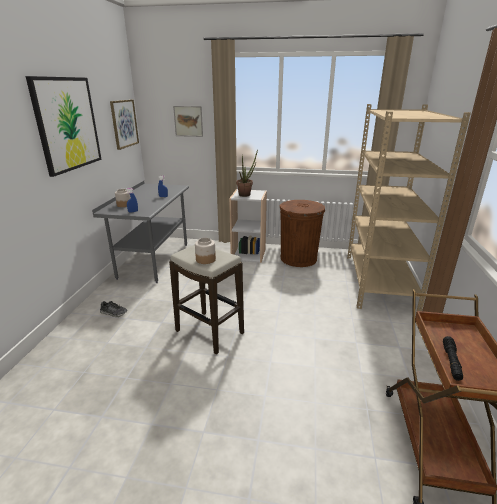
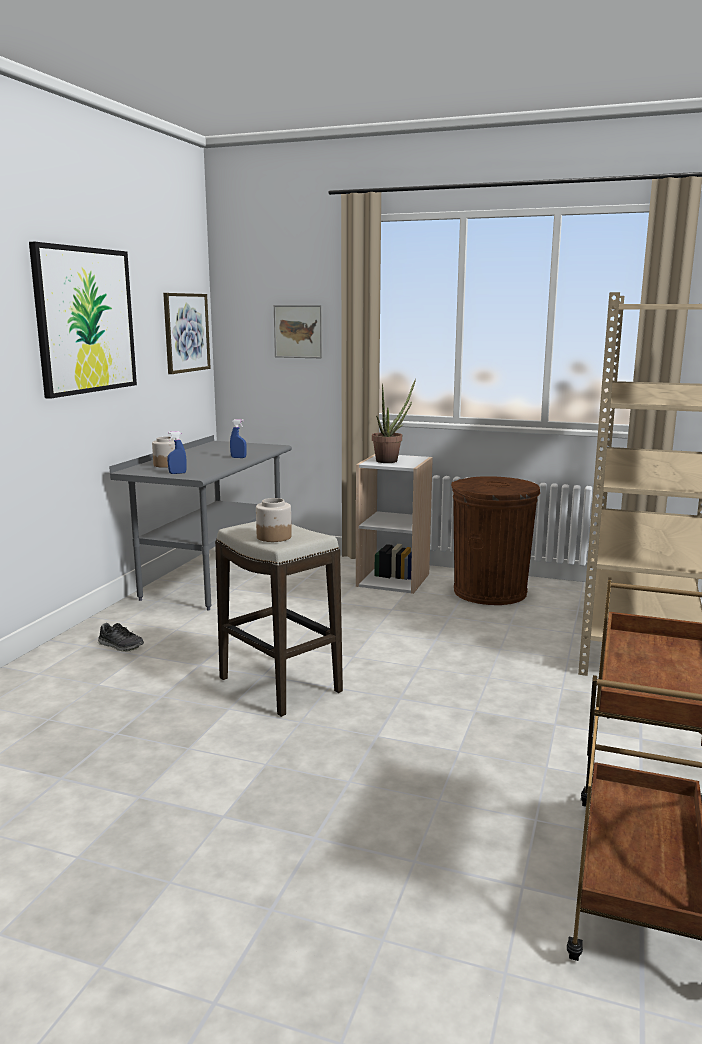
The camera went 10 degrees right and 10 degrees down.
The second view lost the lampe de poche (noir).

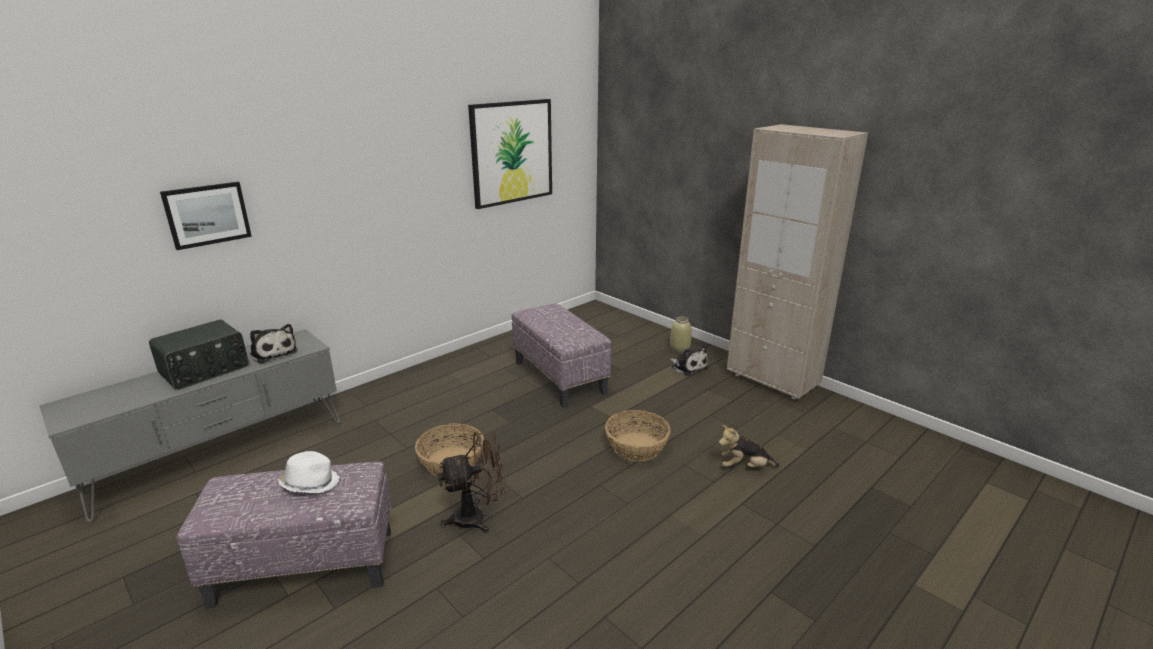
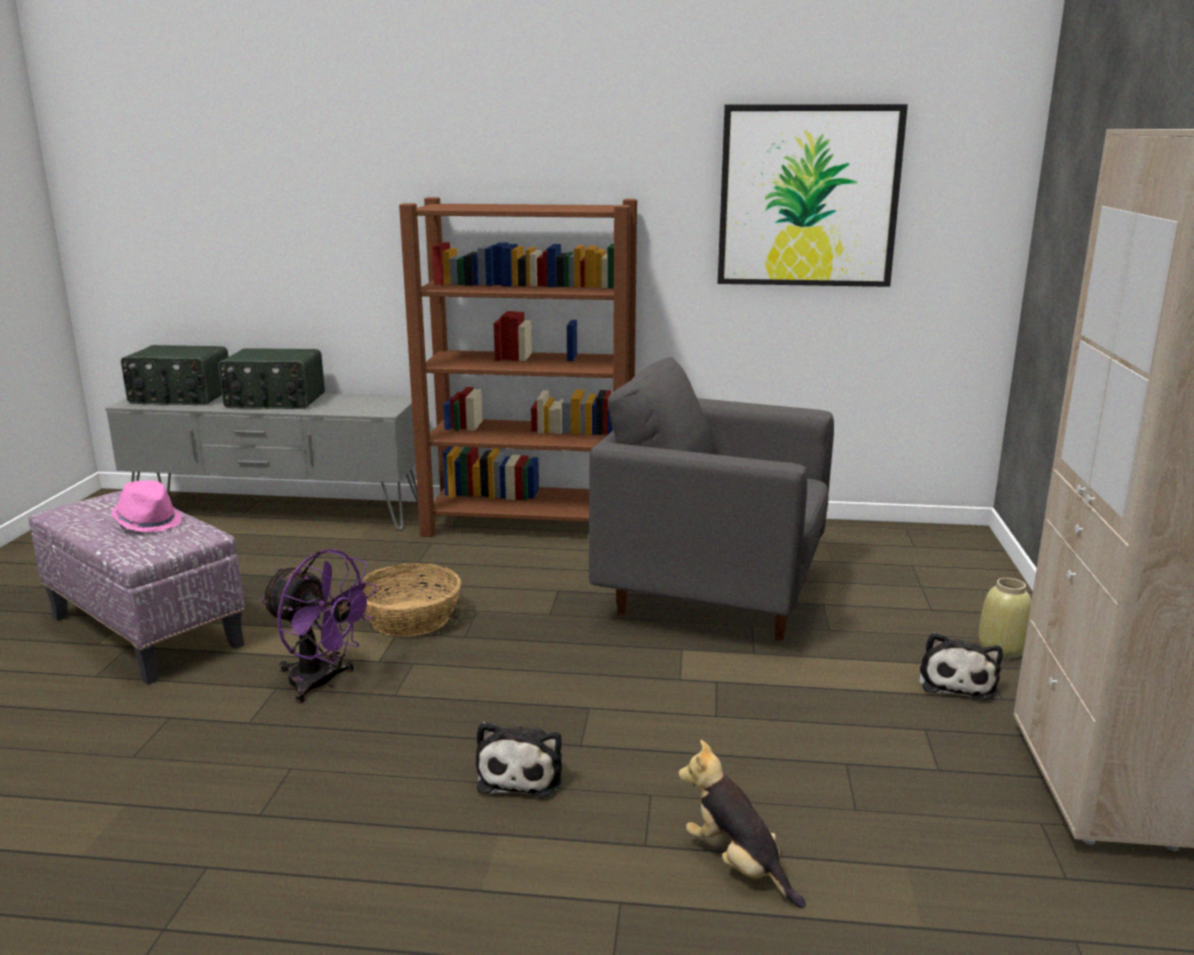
The camera went 50 degrees right and 5 degrees down.
The second view lost the tableau (1st from left).
Where the pouf (2nd from left) stood, the fauteuil (gris) came to stand.
The peluche (1st from left) ended up elsewhere.
The second view lost the panier (2nd from left).
What was the ventilateur (marron) turned into the ventilateur (violet).
What was the chapeau (blanc) turned into the chapeau (rose).
The second view gained the bibliothèque (marron).
The second view gained the radio (1st from left).

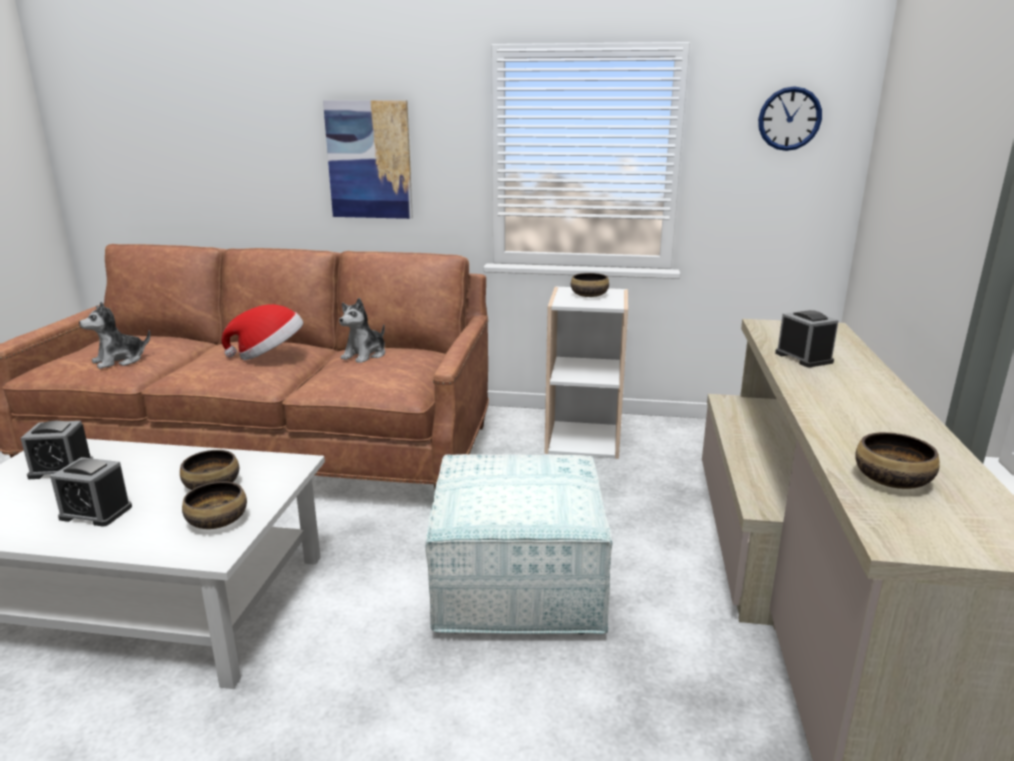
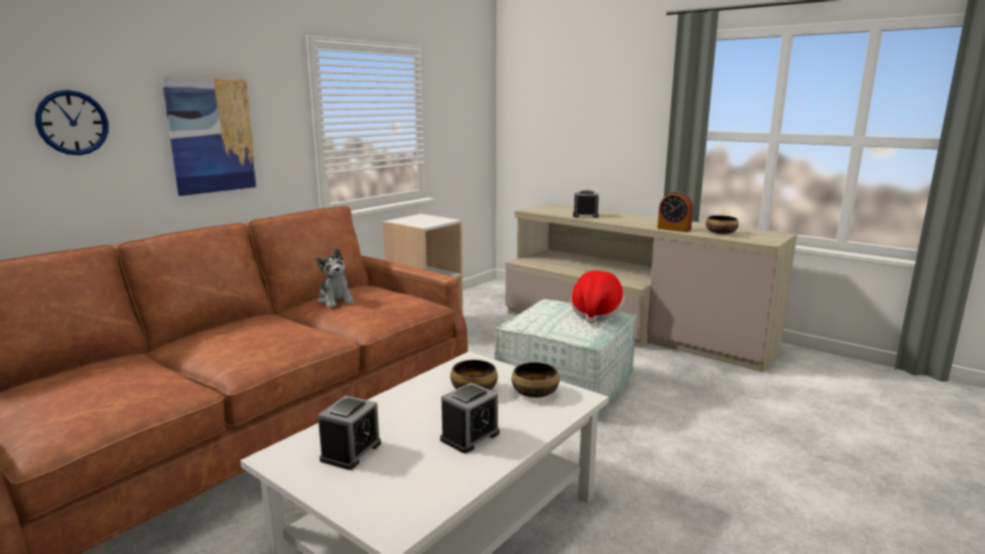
The camera went 60 degrees left and 5 degrees down.
The horloge murale ended up elsewhere.
The second view lost the bol (3rd from left).
The second view lost the peluche (1st from left).
The chapeau ended up elsewhere.
The second view gained the réveil (4th from left).

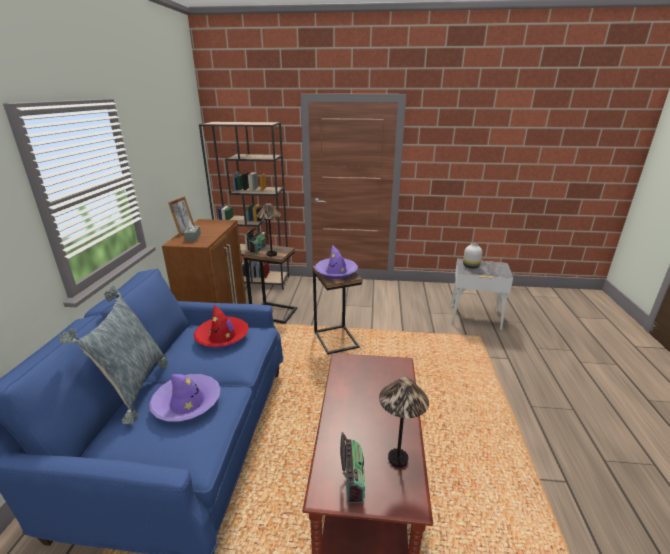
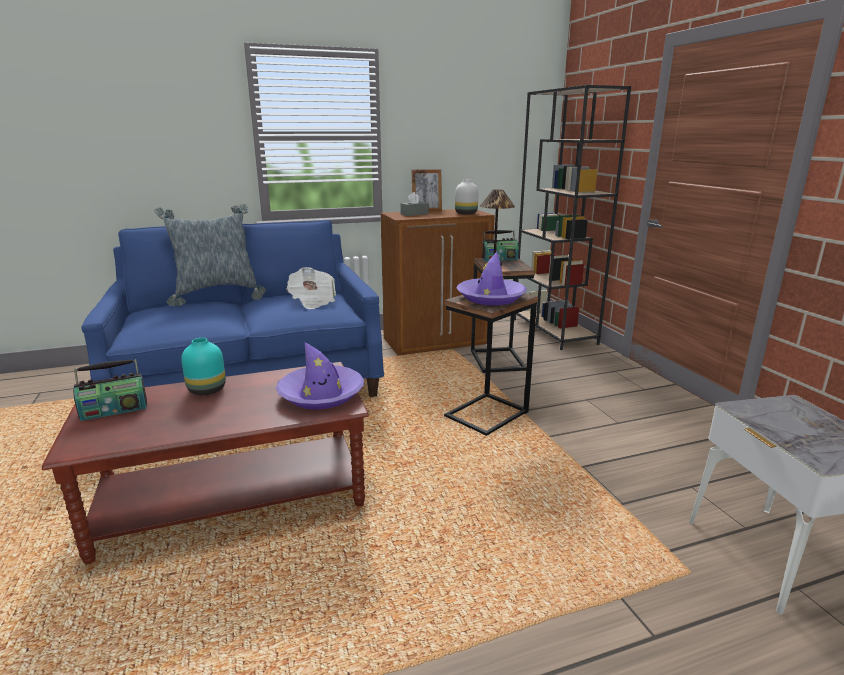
The camera went 65 degrees right and 5 degrees down.
The vase (blanc) ended up elsewhere.
Where the chapeau (rouge) stood, the journal came to stand.
The chapeau (violet) (1st from left) ended up elsewhere.
The second view lost the lampe de table (2nd from left).
The second view gained the vase (turquoise).

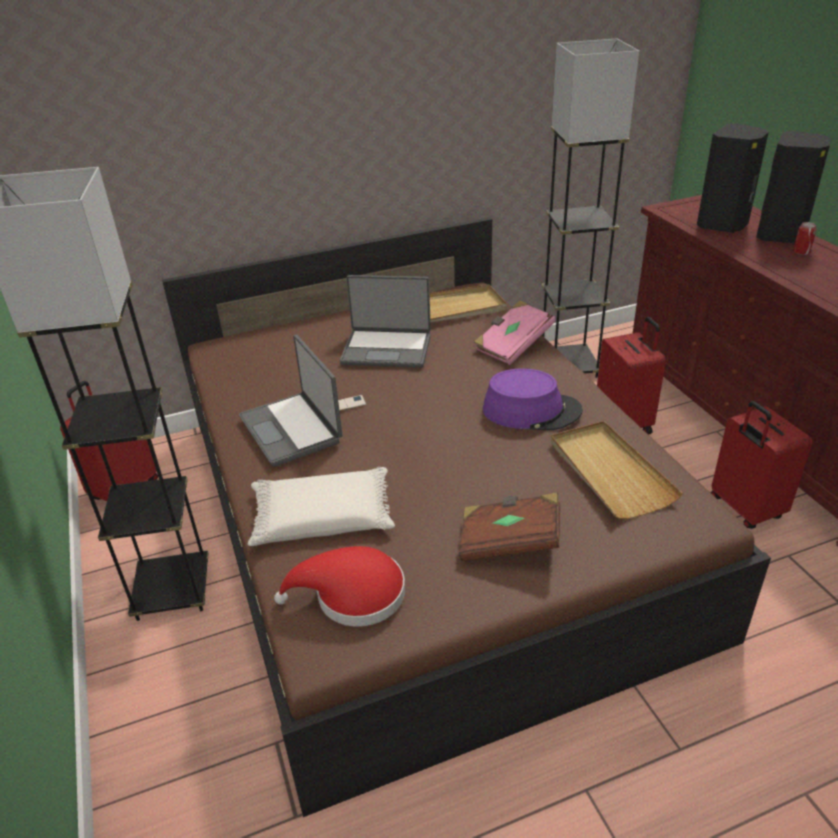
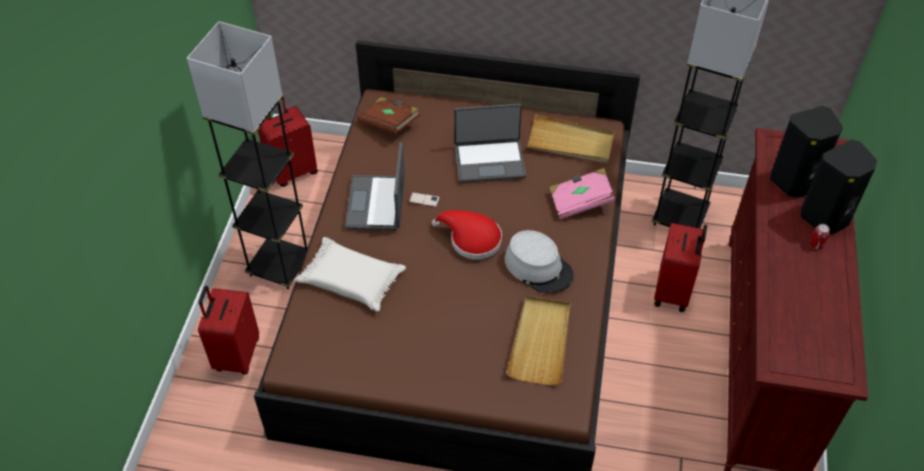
The camera went 30 degrees right and 15 degrees up.
The ordinateur portable (2nd from left) ended up facing another way, 45 degrees counterclockwise from before.
What was the chapeau (violet) turned into the chapeau (gris).
The valise (rouge) (3rd from left in the first image) ended up elsewhere.
The livre (marron) ended up elsewhere.
The chapeau (rouge) ended up elsewhere.

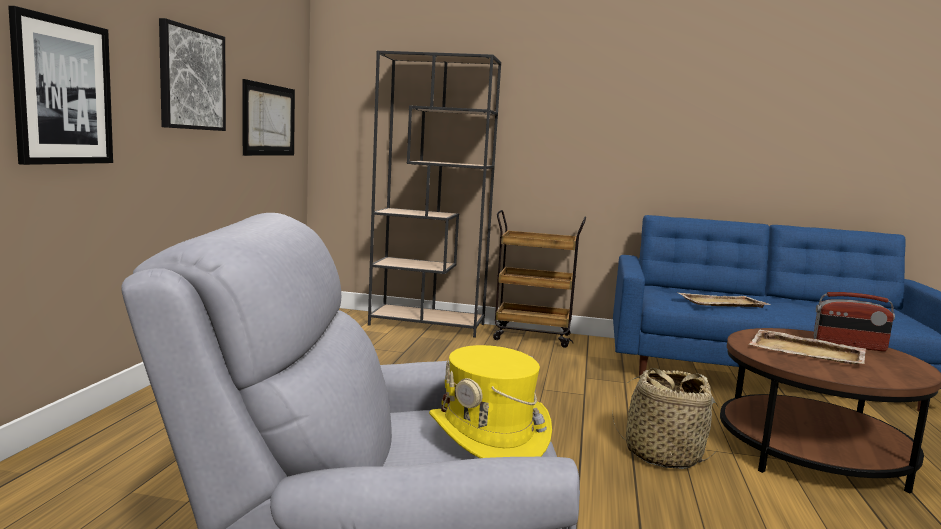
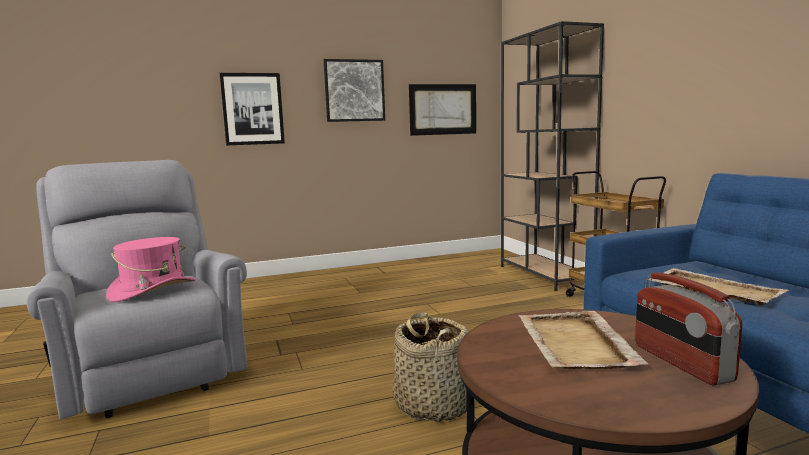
The camera went 60 degrees right and 0 degrees up.
What was the chapeau (jaune) turned into the chapeau (rose).

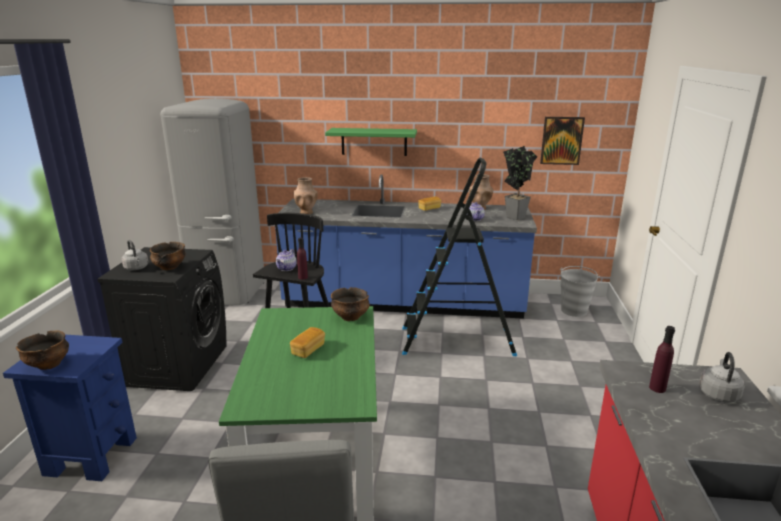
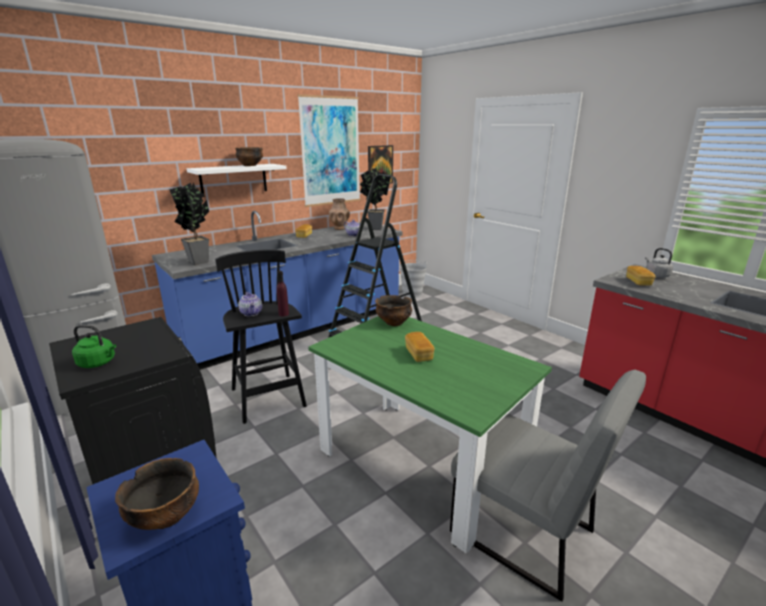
The camera went 45 degrees left and 0 degrees up.
What was the étagère (vert) turned into the étagère (blanc).
Where the vase (marron) (1st from left) stood, the plante en pot (1st from left) came to stand.
What was the bouilloire (gris) (1st from left) turned into the bouilloire (vert).
The bol (2nd from left) ended up elsewhere.
Where the bouteille (violet) (2nd from left) stood, the pain (3rd from left) came to stand.
The second view gained the tableau (1st from left).

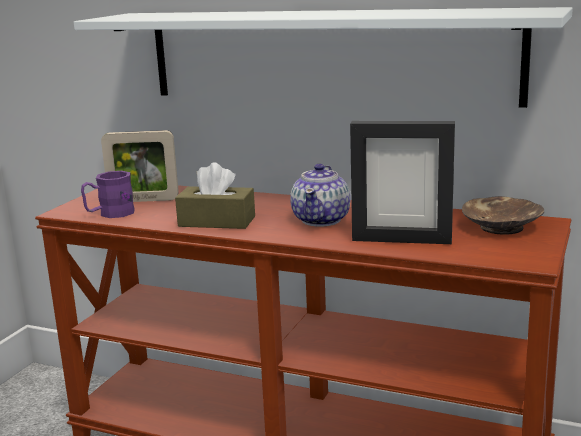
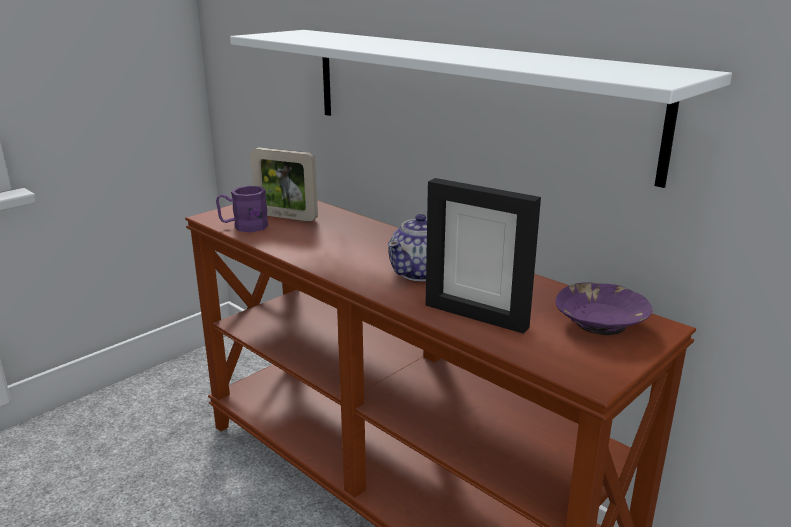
The camera went 20 degrees right and 5 degrees up.
The second view lost the boîte à mouchoirs (marron).
What was the bol (marron) turned into the bol (violet).

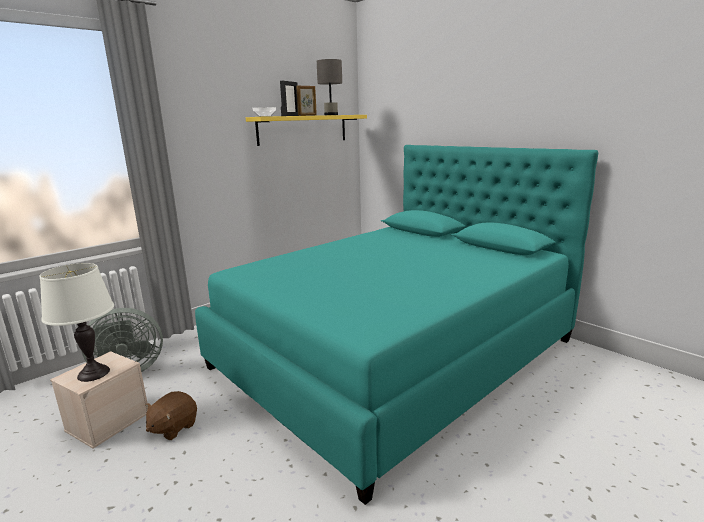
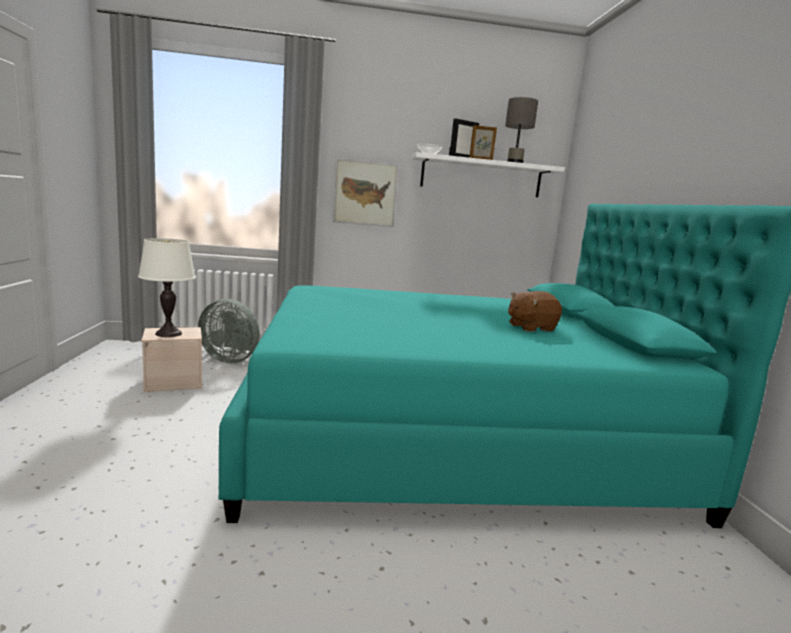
The camera went 35 degrees right and 5 degrees down.
What was the étagère (jaune) turned into the étagère (blanc).
The peluche (marron) ended up elsewhere.
The second view gained the tableau.

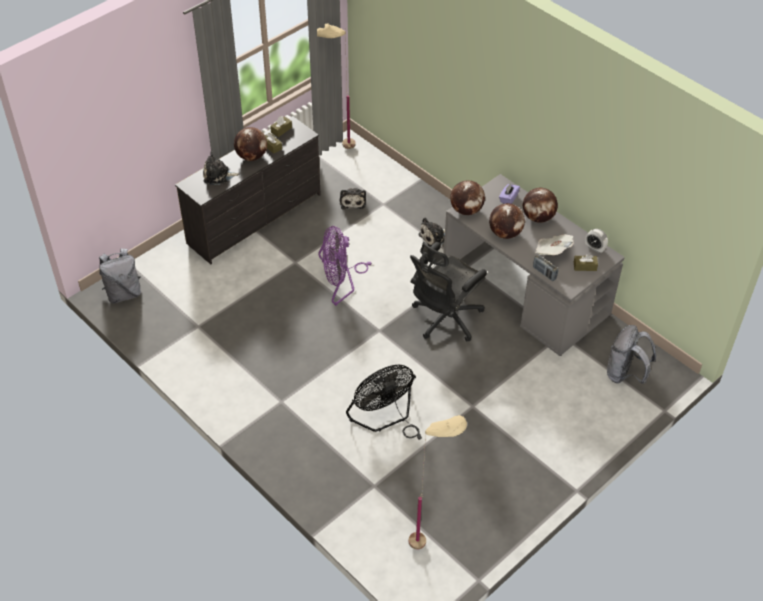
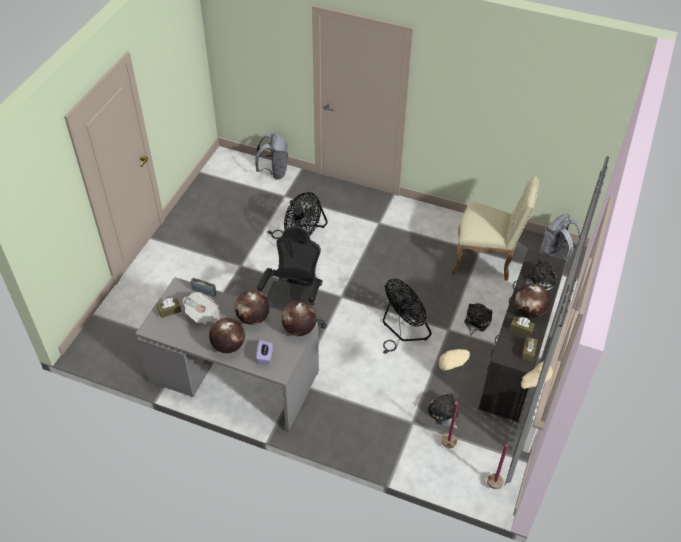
The camera went 155 degrees right and 0 degrees up.
The peluche (3rd from left in the first image) ended up elsewhere.
What was the ventilateur (violet) turned into the ventilateur (noir) (2nd from left).
The second view lost the réveil.
The sac à dos (gris) (2nd from left in the first image) ended up elsewhere.
The lampadaire (beige) (2nd from left in the first image) ended up elsewhere.
The second view gained the chaise (beige).

